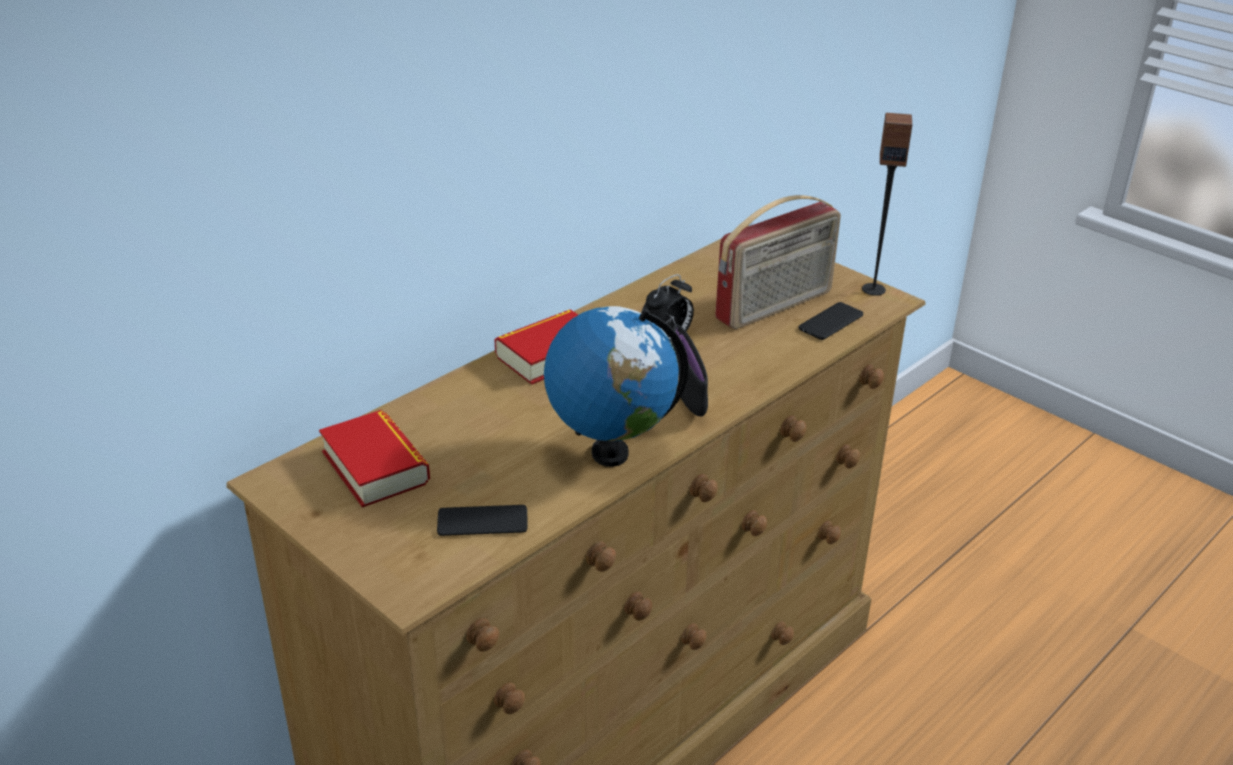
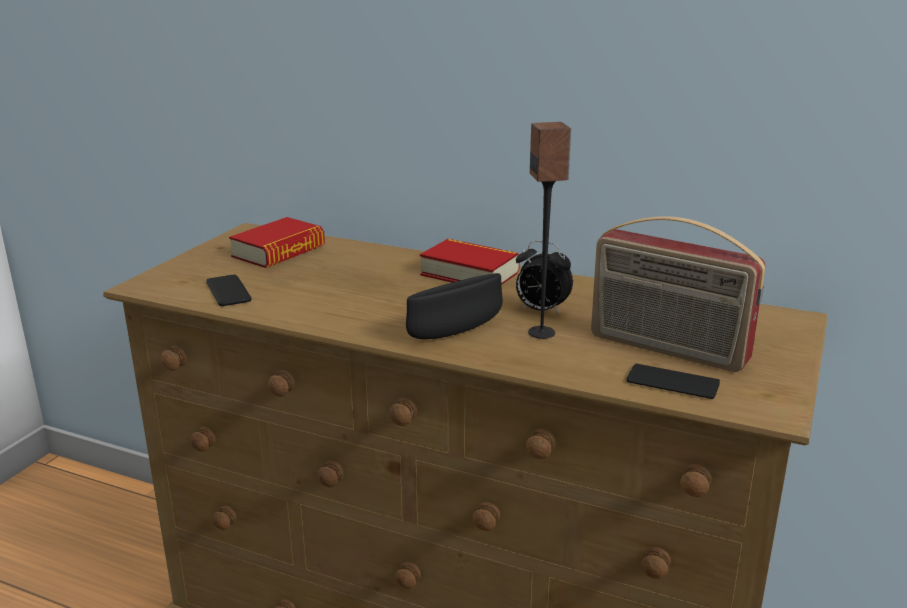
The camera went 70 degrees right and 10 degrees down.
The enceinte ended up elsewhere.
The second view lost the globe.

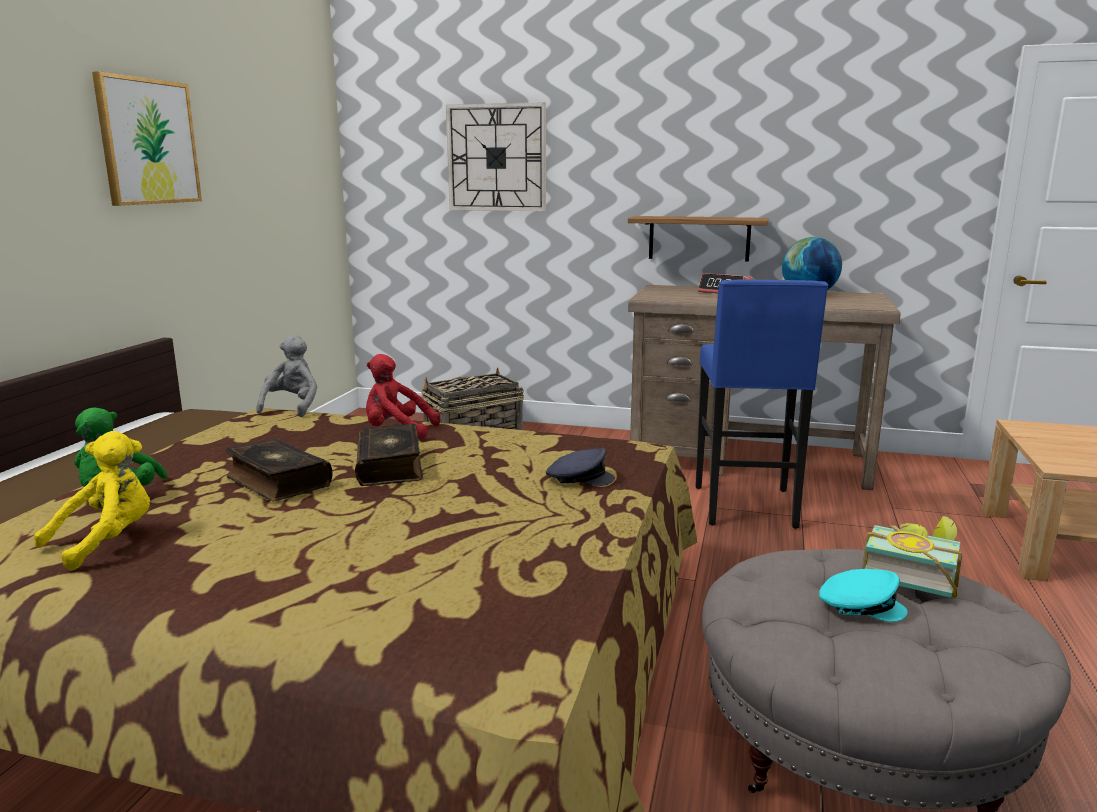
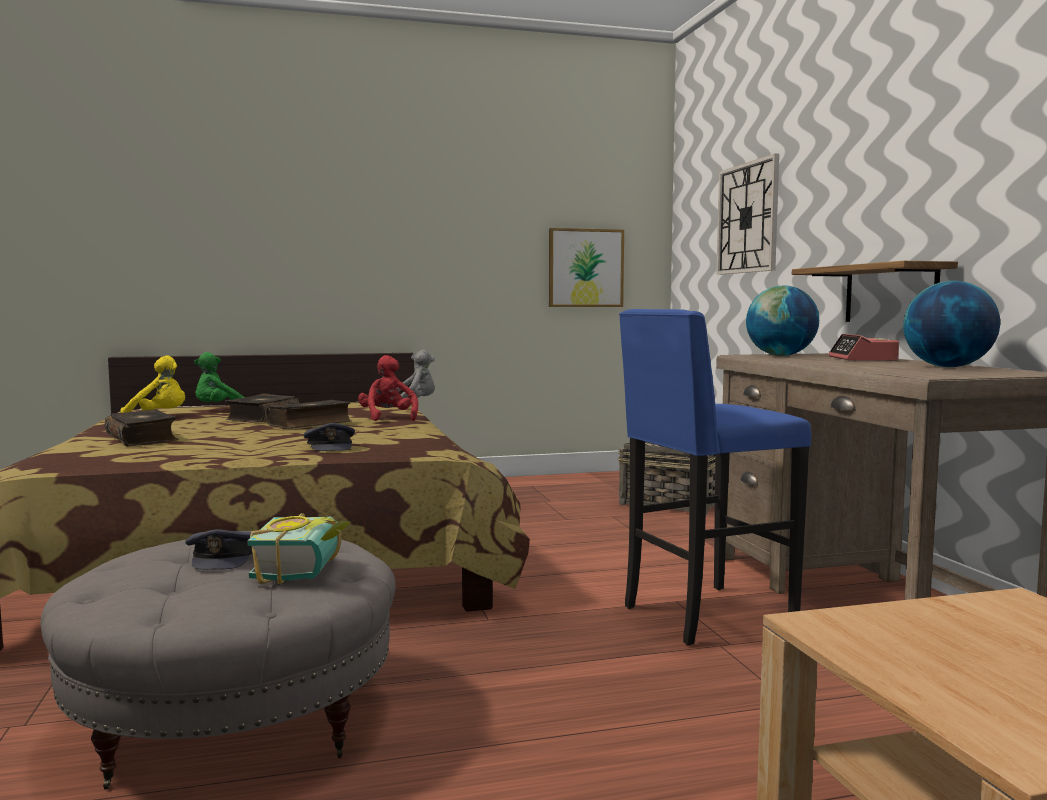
The camera went 60 degrees right and 10 degrees down.
The tableau ended up elsewhere.
What was the casquette (turquoise) turned into the casquette (gris) (1st from left).
The second view gained the globe (1st from left).
The second view gained the livre (1st from left).

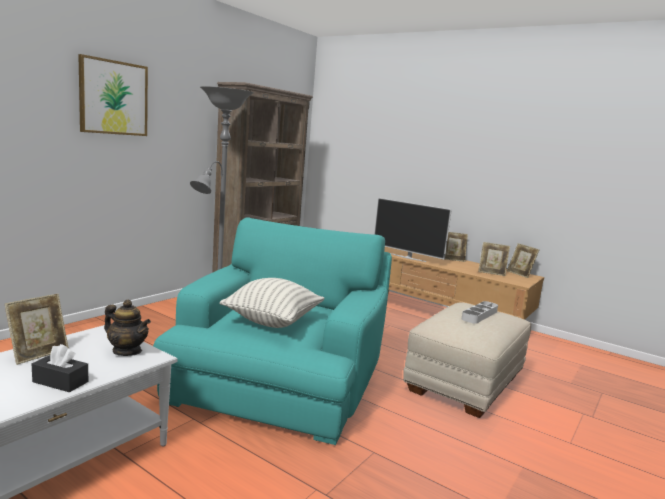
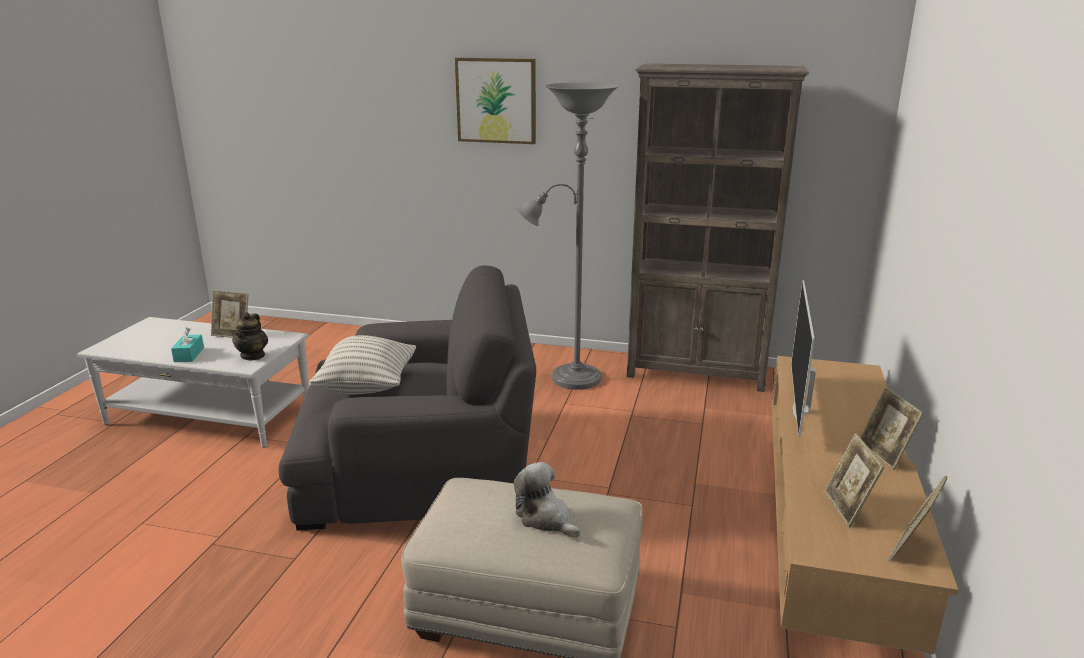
The camera went 70 degrees right and 10 degrees up.
What was the fauteuil (turquoise) turned into the fauteuil (gris).
Where the plateau (gris) stood, the peluche came to stand.
What was the boîte à mouchoirs (noir) turned into the boîte à mouchoirs (turquoise).

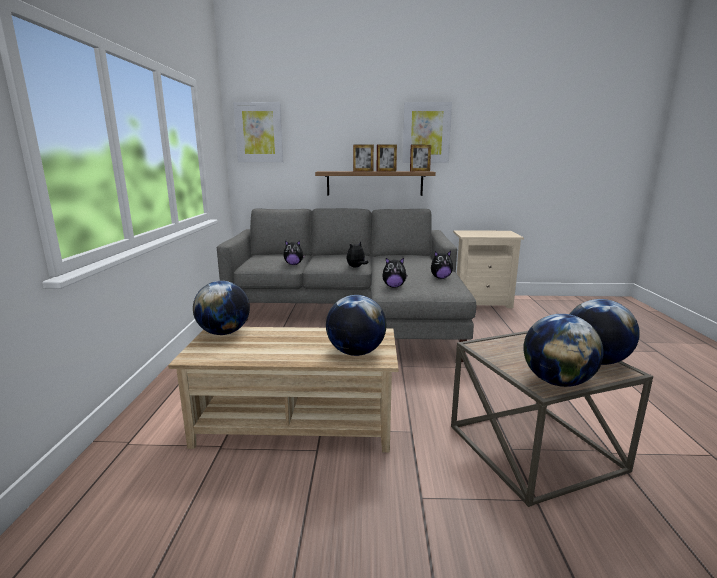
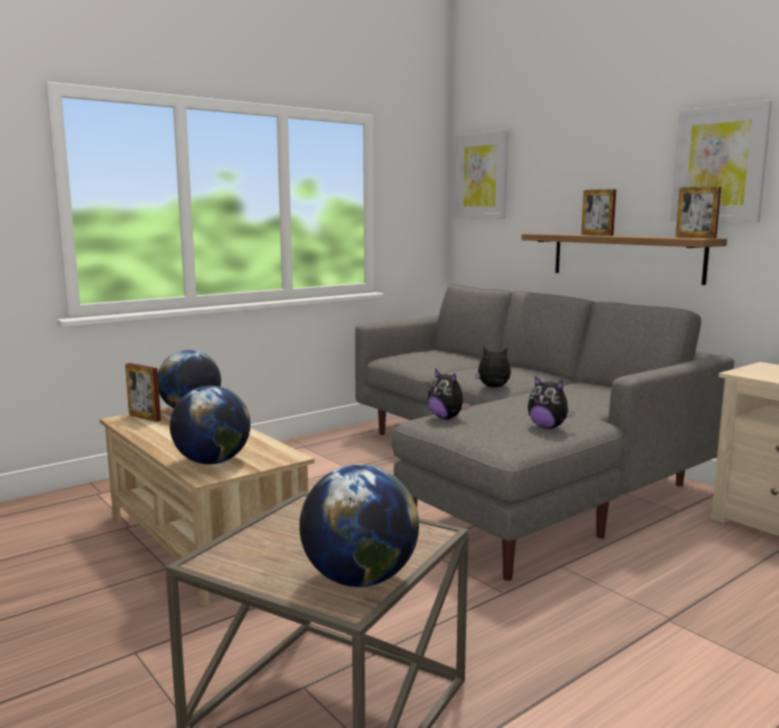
The camera went 50 degrees right and 5 degrees down.
The cadre photo (2nd from left in the first image) ended up elsewhere.
The second view lost the peluche (1st from left).
The second view lost the globe (3rd from left).

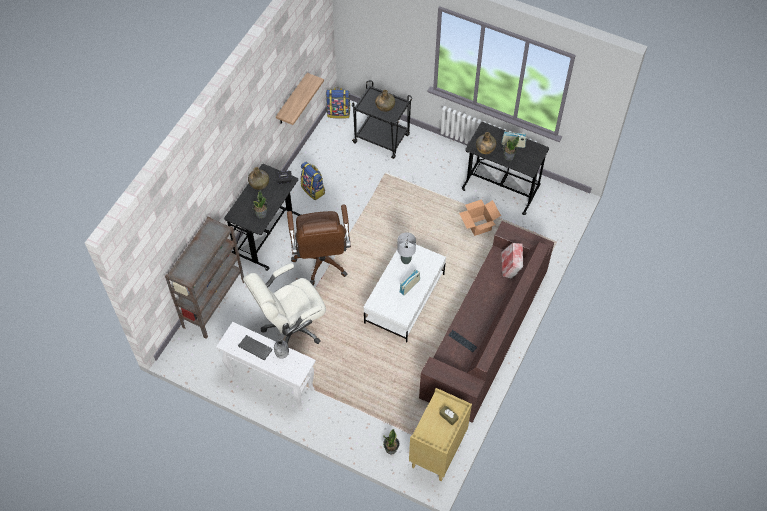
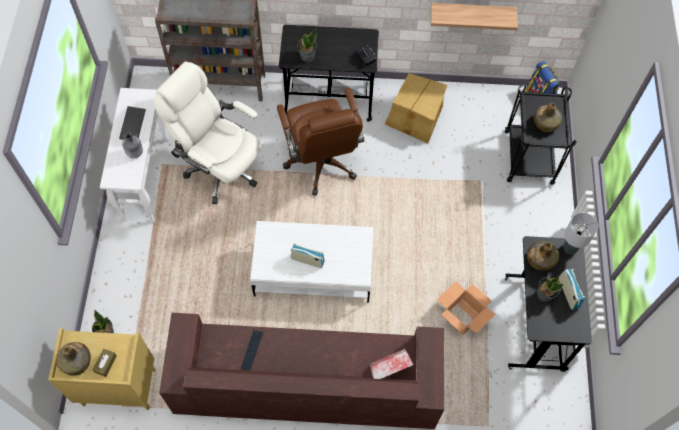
The camera went 65 degrees right and 5 degrees up.
Where the sac à dos (1st from left) stood, the carton (1st from left) came to stand.
The bouteille (vert) (1st from left) ended up elsewhere.
The chaise de bureau (marron) ended up facing another way, 75 degrees counterclockwise from before.
The lampe de table (gris) ended up elsewhere.

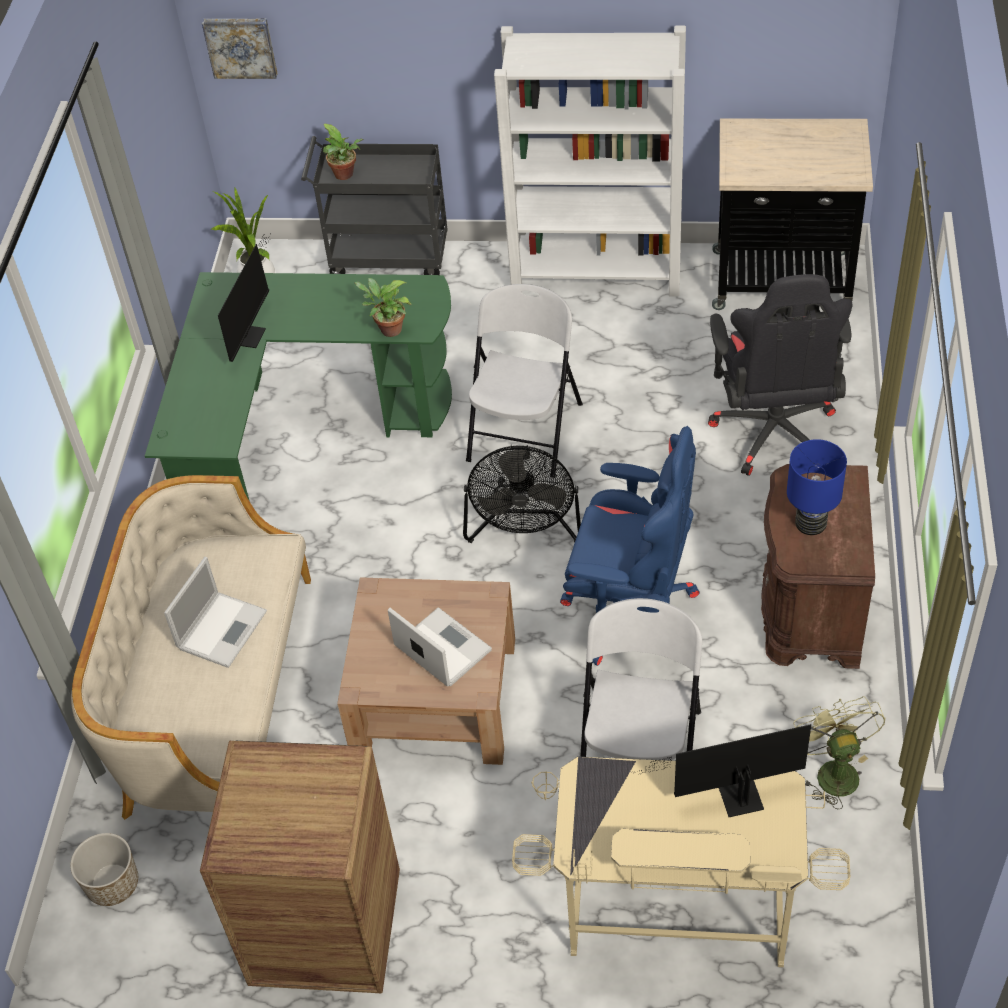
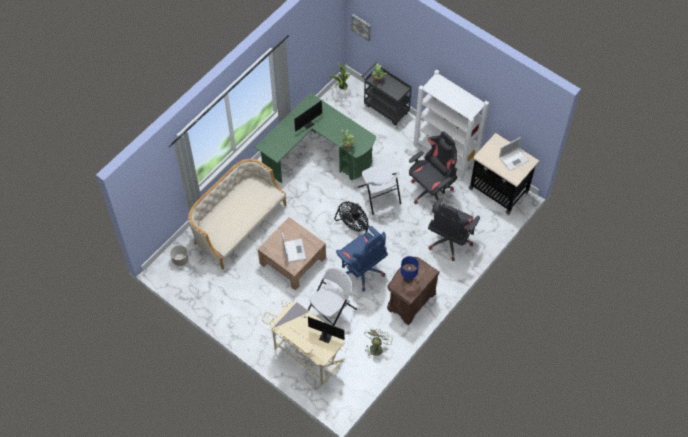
The camera went 30 degrees right and 10 degrees up.
The chaise (blanc) (1st from left in the first image) ended up facing another way, 105 degrees clockwise from before.
The ordinateur portable (1st from left in the first image) ended up elsewhere.
The second view lost the meuble de rangement (marron).
The second view gained the chaise de bureau (noir) (1st from left).

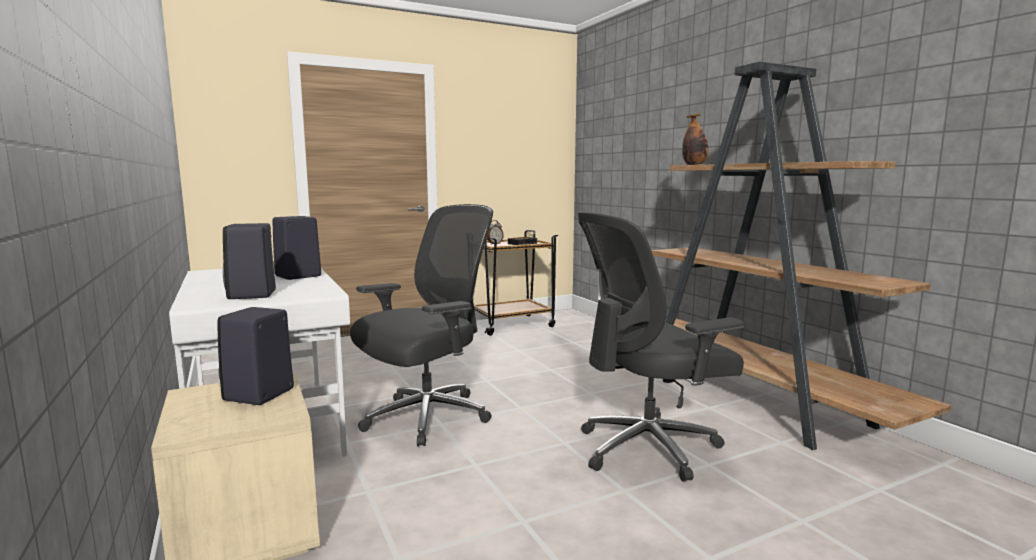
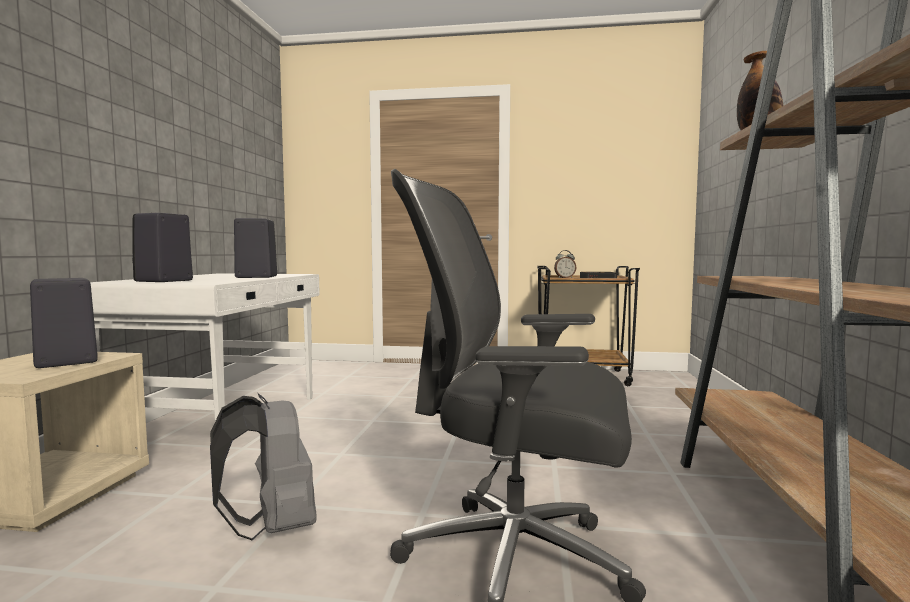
The camera went 35 degrees right and 5 degrees down.
The second view lost the chaise de bureau (1st from left).
The second view gained the sac à dos (gris).

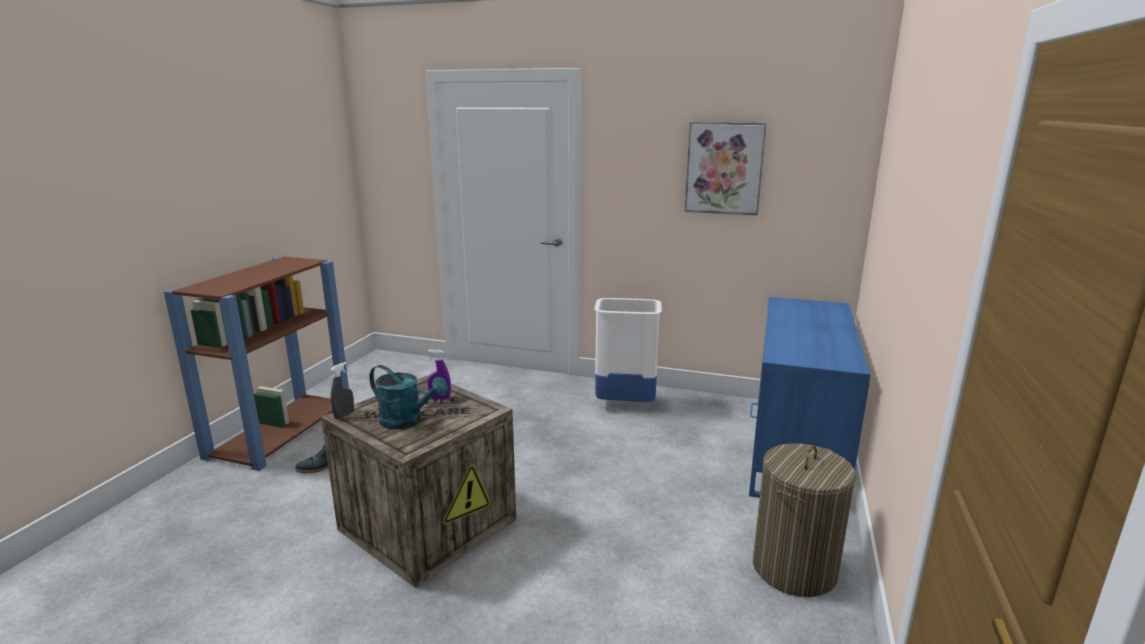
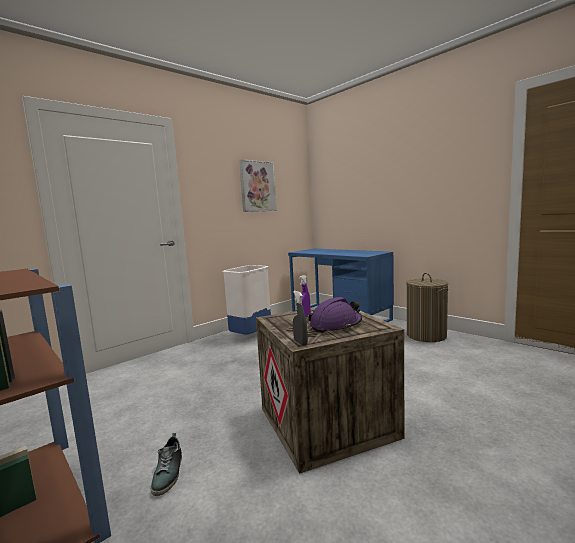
The camera went 60 degrees left and 10 degrees down.
Where the arrosoir (turquoise) stood, the casque de chantier (violet) came to stand.

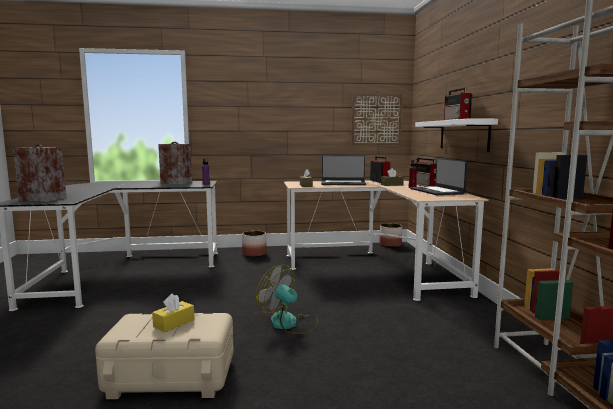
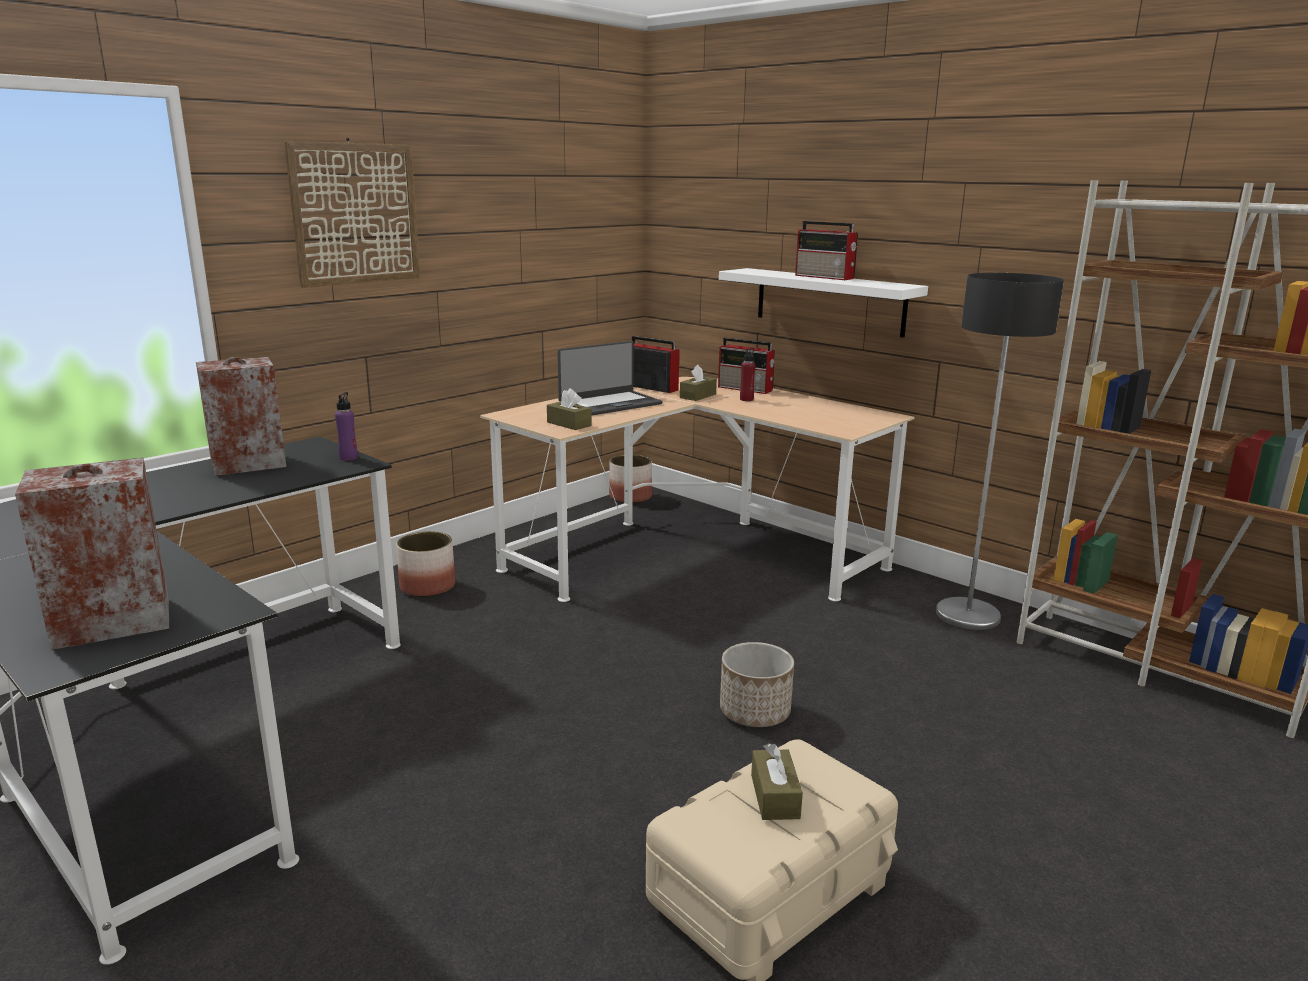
The camera went 40 degrees left and 10 degrees up.
The tableau ended up elsewhere.
The second view lost the ordinateur portable (2nd from left).
Where the ventilateur stood, the cache-pot (3rd from left) came to stand.
What was the boîte à mouchoirs (jaune) turned into the boîte à mouchoirs (marron) (3rd from left).
The second view gained the lampadaire.

